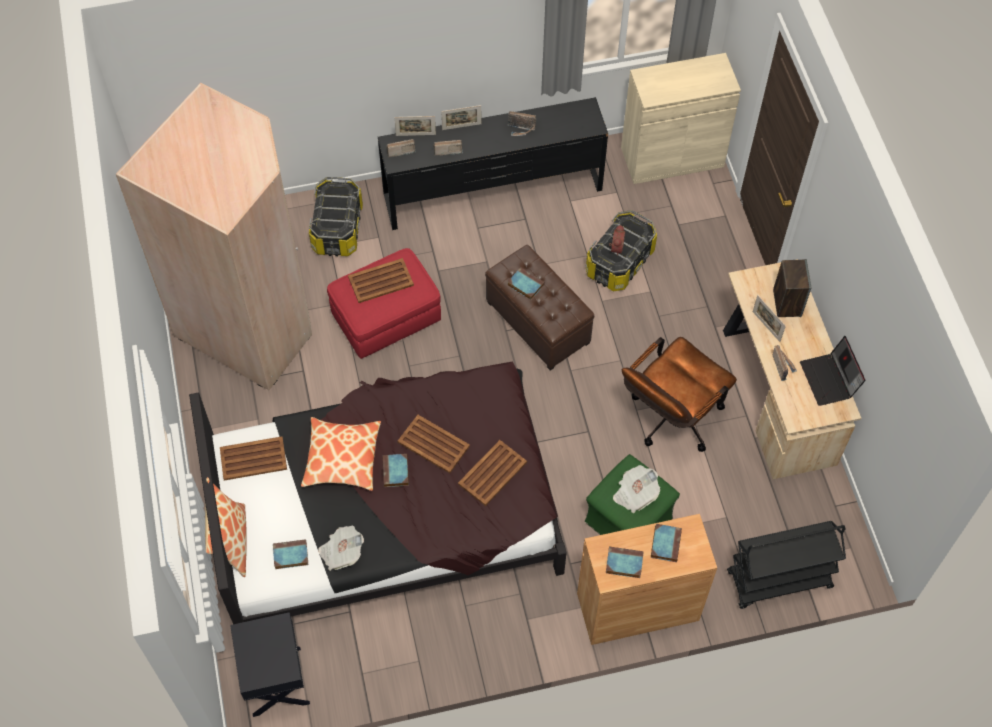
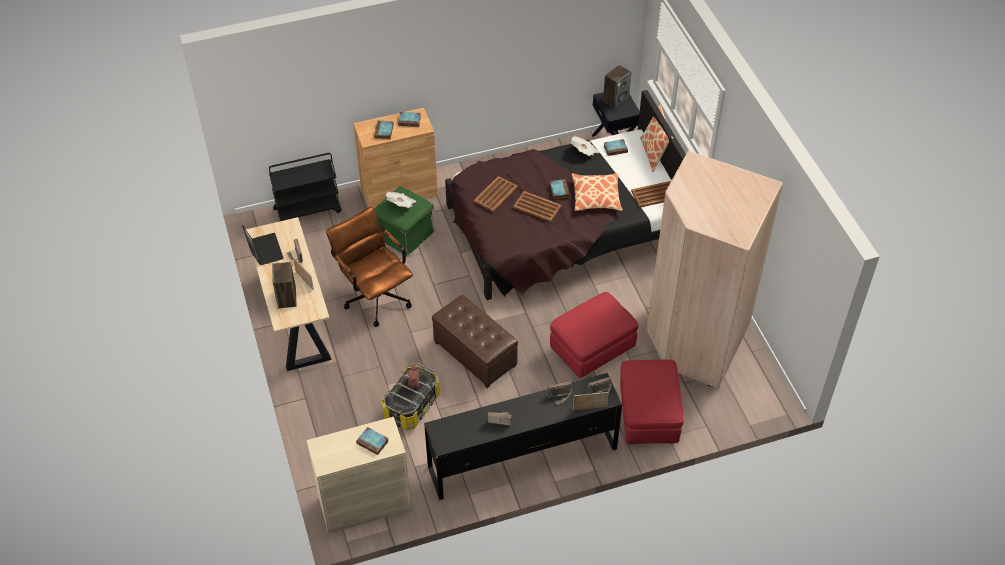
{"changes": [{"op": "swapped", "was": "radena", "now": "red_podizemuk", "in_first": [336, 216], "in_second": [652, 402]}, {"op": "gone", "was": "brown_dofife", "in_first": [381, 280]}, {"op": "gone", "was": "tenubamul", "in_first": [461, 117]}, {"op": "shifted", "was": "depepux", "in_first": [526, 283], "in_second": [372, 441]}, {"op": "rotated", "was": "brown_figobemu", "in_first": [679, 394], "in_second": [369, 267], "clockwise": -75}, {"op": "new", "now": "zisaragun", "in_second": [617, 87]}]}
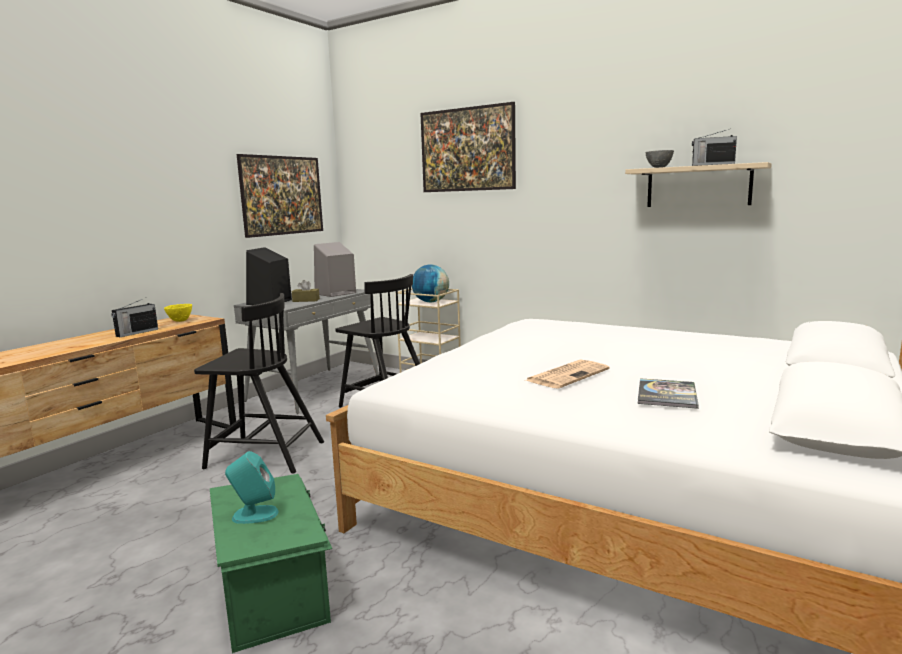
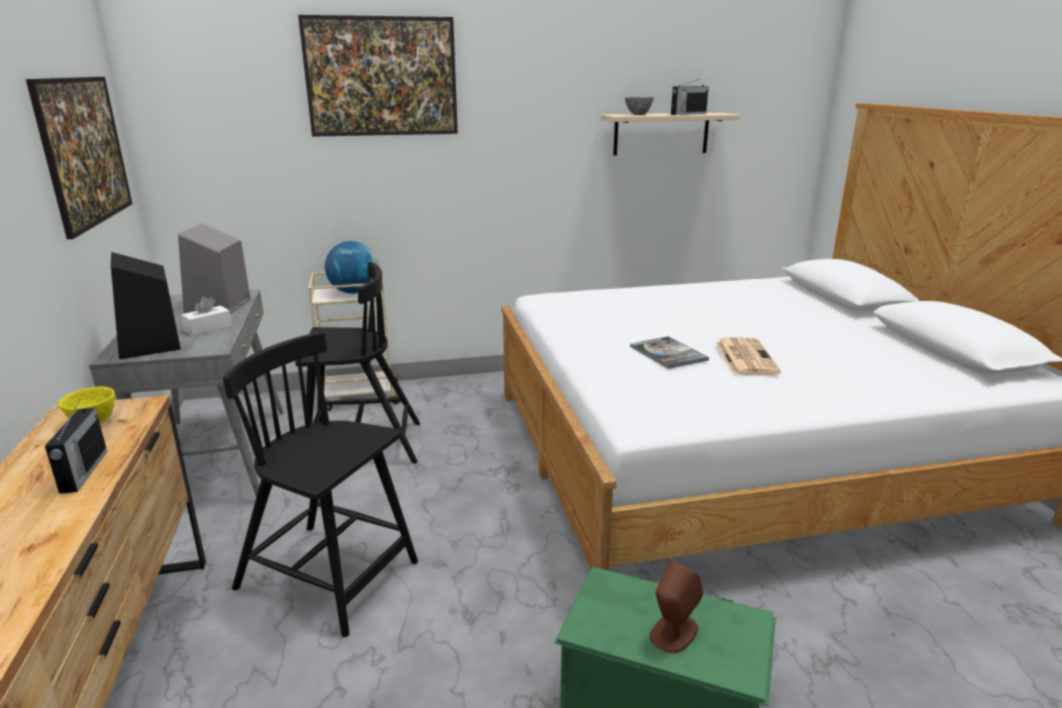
{"changes": [{"op": "rotated", "was": "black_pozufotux", "in_first": [259, 383], "in_second": [320, 484], "clockwise": -120}, {"op": "repainted", "was": "turquoise_zisaragun", "now": "brown_zisaragun", "in_first": [252, 487], "in_second": [676, 607]}, {"op": "repainted", "was": "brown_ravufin", "now": "white_ravufin", "in_first": [306, 291], "in_second": [206, 316]}, {"op": "shifted", "was": "depepux", "in_first": [668, 393], "in_second": [669, 352]}]}
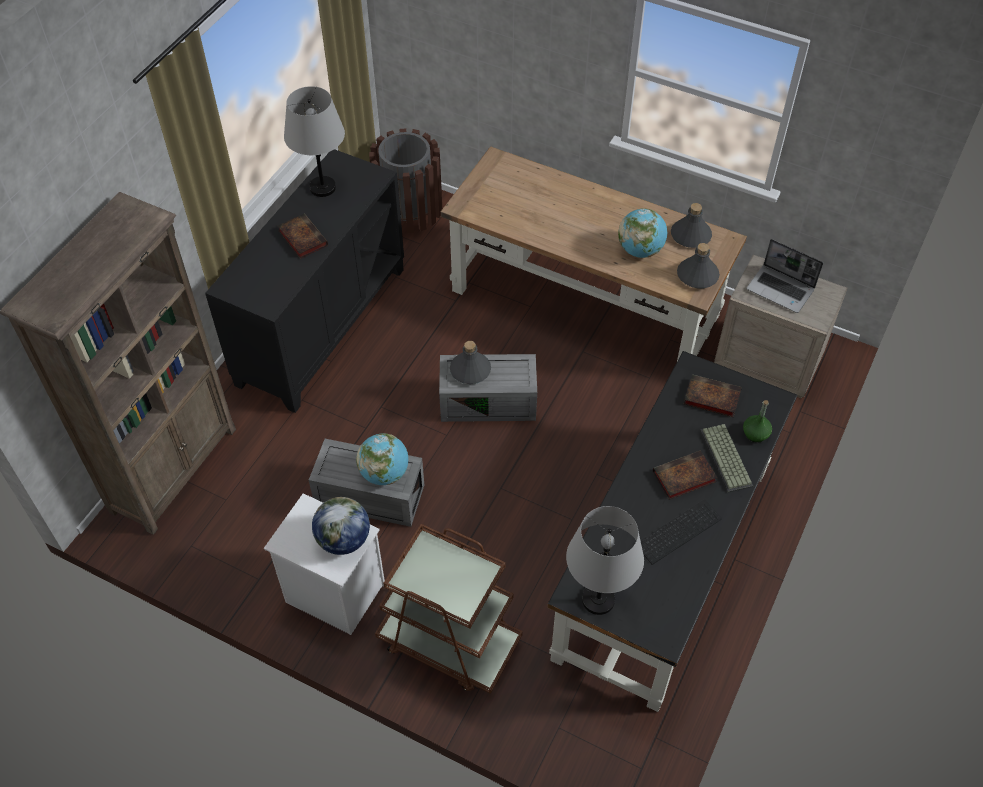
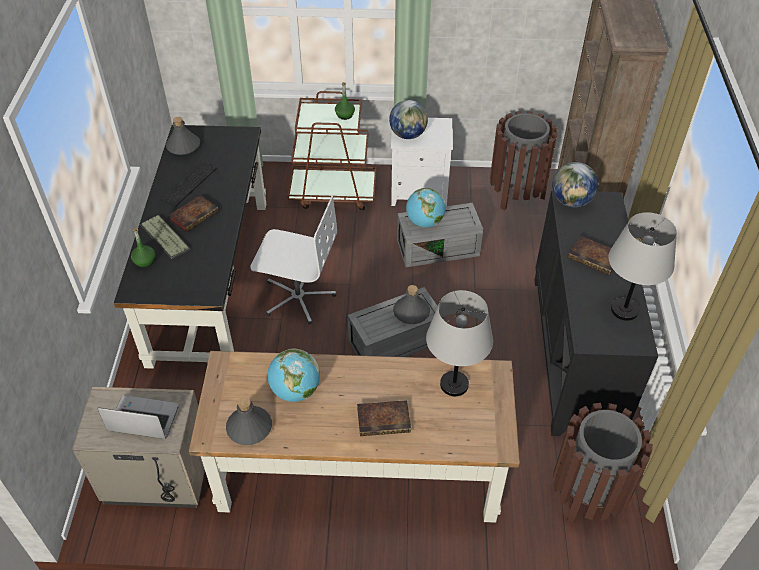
{"changes": [{"op": "shifted", "was": "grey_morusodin", "in_first": [605, 560], "in_second": [459, 343]}, {"op": "shifted", "was": "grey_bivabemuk", "in_first": [698, 265], "in_second": [183, 136]}, {"op": "shifted", "was": "depepux", "in_first": [713, 395], "in_second": [384, 418]}, {"op": "new", "now": "white_figobemu", "in_second": [293, 260]}, {"op": "new", "now": "green_bivabemuk", "in_second": [345, 101]}, {"op": "new", "now": "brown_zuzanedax", "in_second": [524, 160]}, {"op": "new", "now": "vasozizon", "in_second": [575, 184]}]}
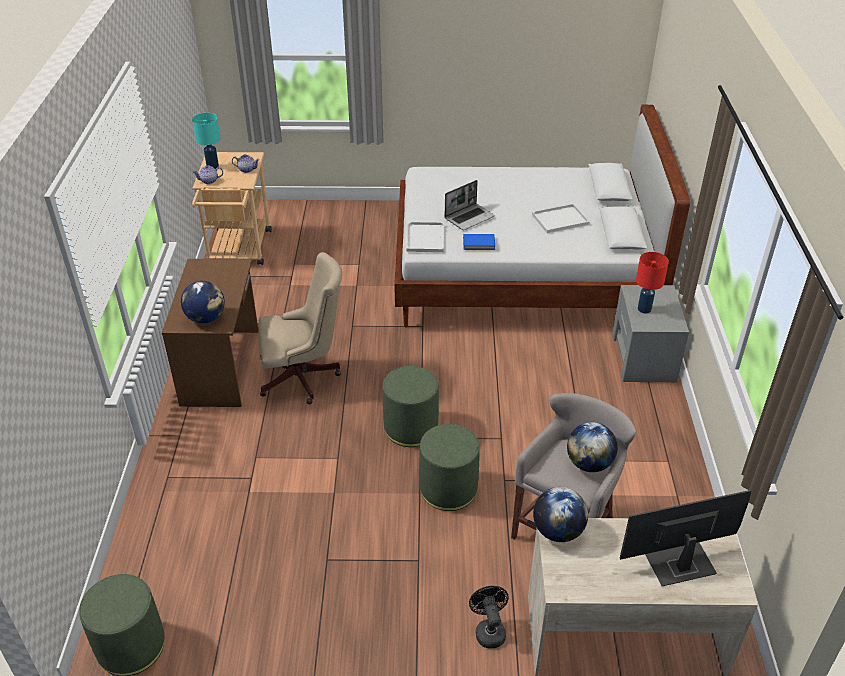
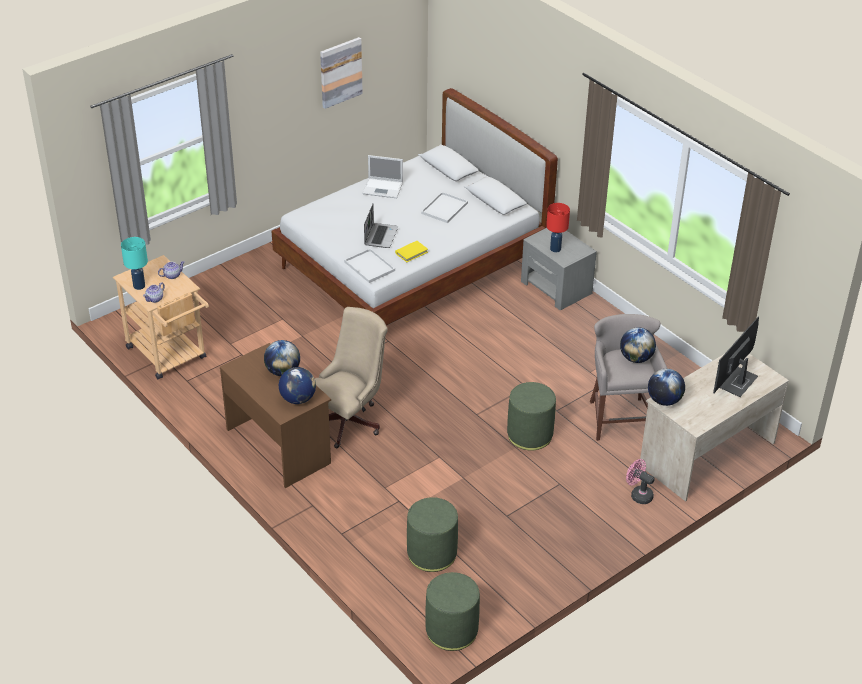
{"changes": [{"op": "shifted", "was": "green_podizemuk", "in_first": [411, 406], "in_second": [432, 534]}, {"op": "repainted", "was": "blue_depepux", "now": "yellow_depepux", "in_first": [479, 242], "in_second": [411, 251]}, {"op": "repainted", "was": "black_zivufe", "now": "pink_zivufe", "in_first": [489, 617], "in_second": [640, 481]}, {"op": "new", "now": "vasozizon", "in_second": [282, 358]}, {"op": "new", "now": "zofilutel", "in_second": [341, 73]}, {"op": "new", "now": "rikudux", "in_second": [382, 176]}]}
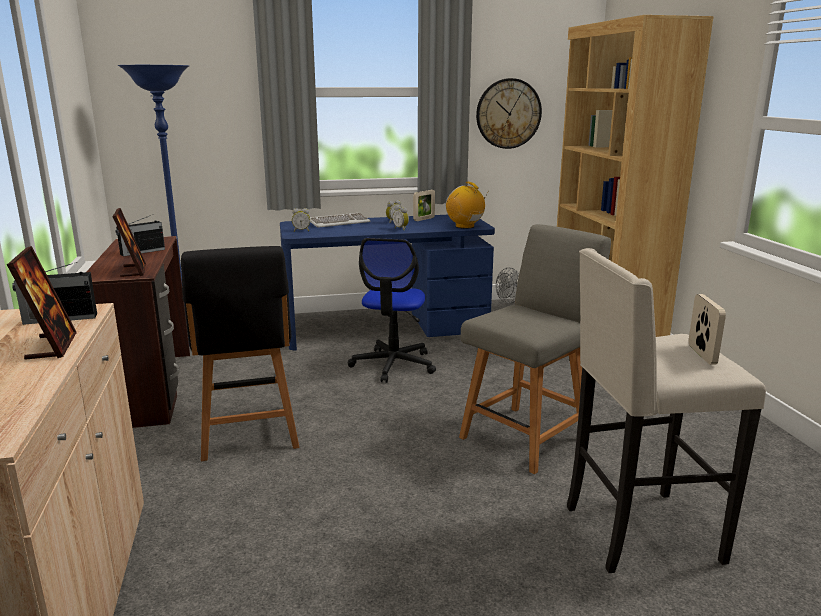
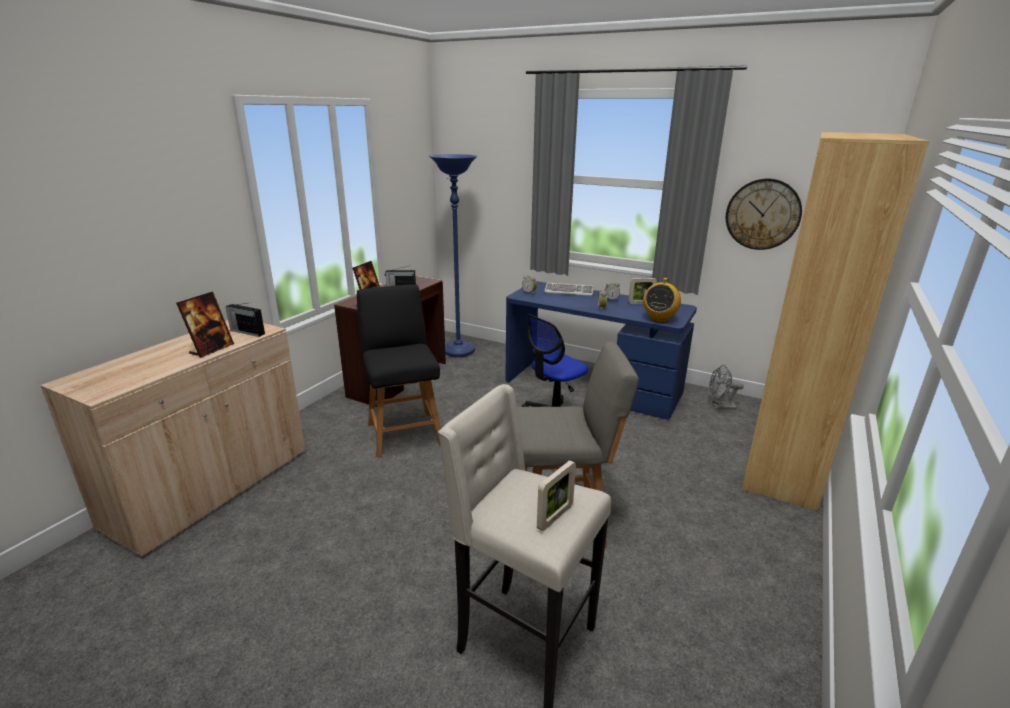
{"changes": [{"op": "rotated", "was": "black_pozufotux", "in_first": [240, 353], "in_second": [399, 371], "clockwise": 135}, {"op": "rotated", "was": "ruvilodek", "in_first": [467, 205], "in_second": [662, 300], "clockwise": -150}]}
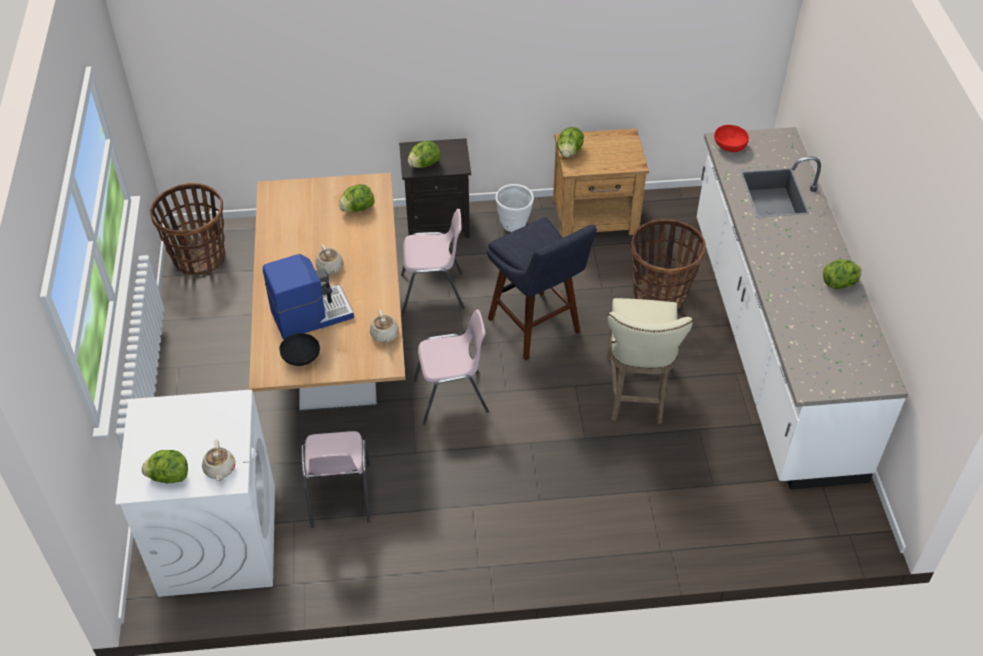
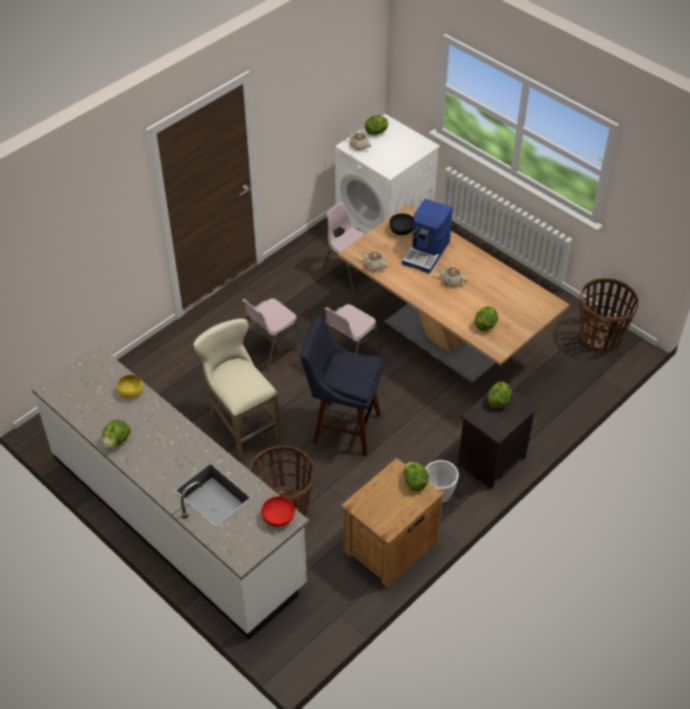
{"changes": [{"op": "shifted", "was": "pink_pozufotux", "in_first": [433, 261], "in_second": [273, 334]}, {"op": "new", "now": "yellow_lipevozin", "in_second": [130, 386]}]}
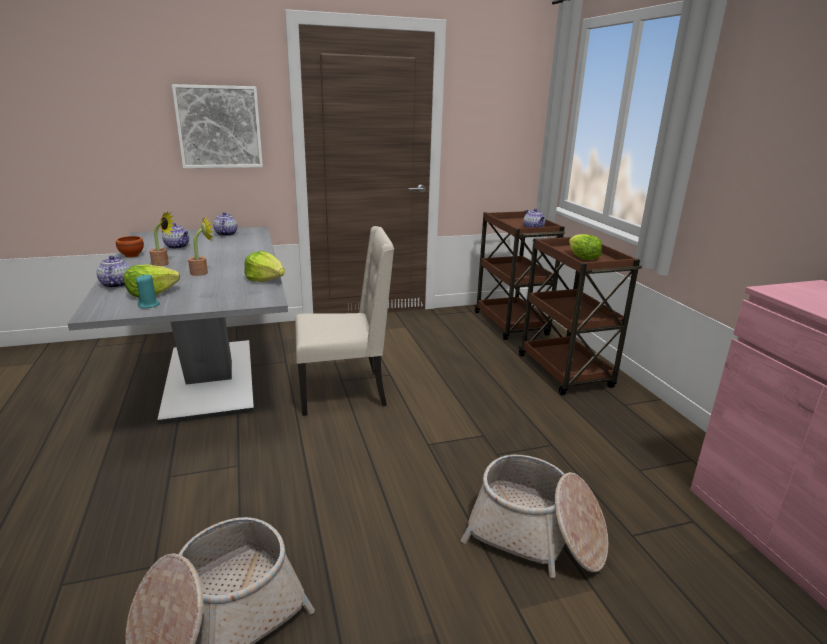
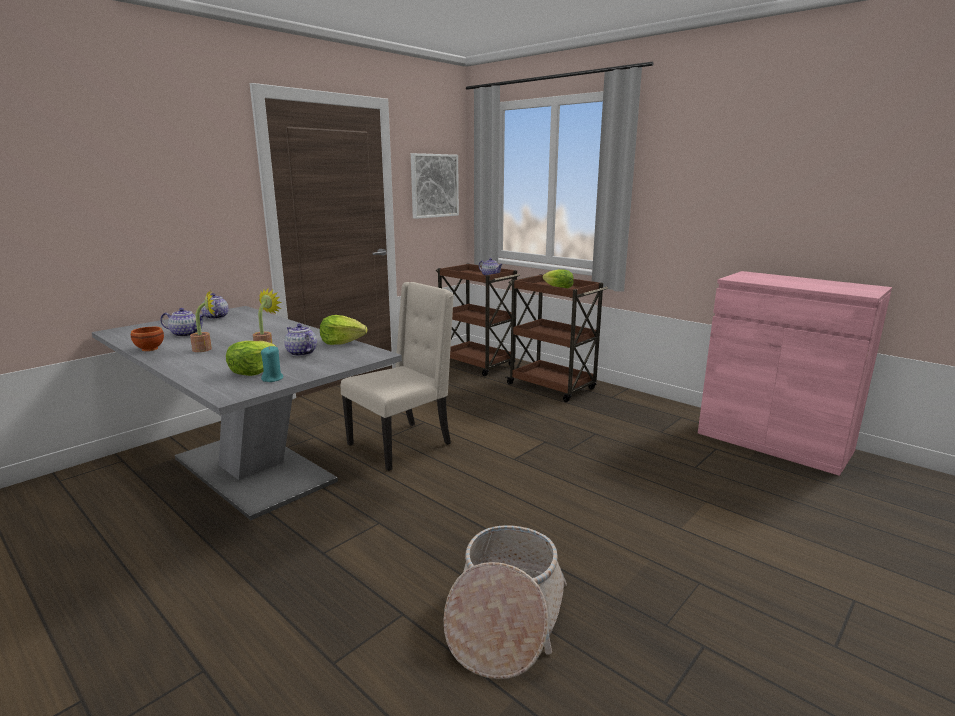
{"changes": [{"op": "shifted", "was": "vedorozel", "in_first": [113, 272], "in_second": [300, 340]}, {"op": "shifted", "was": "zofilutel", "in_first": [217, 126], "in_second": [435, 186]}, {"op": "gone", "was": "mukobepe", "in_first": [534, 516]}]}
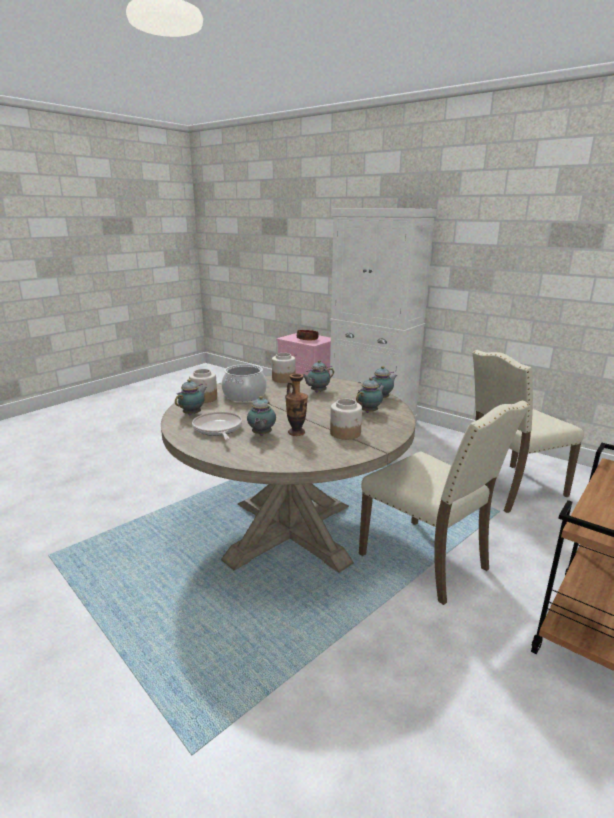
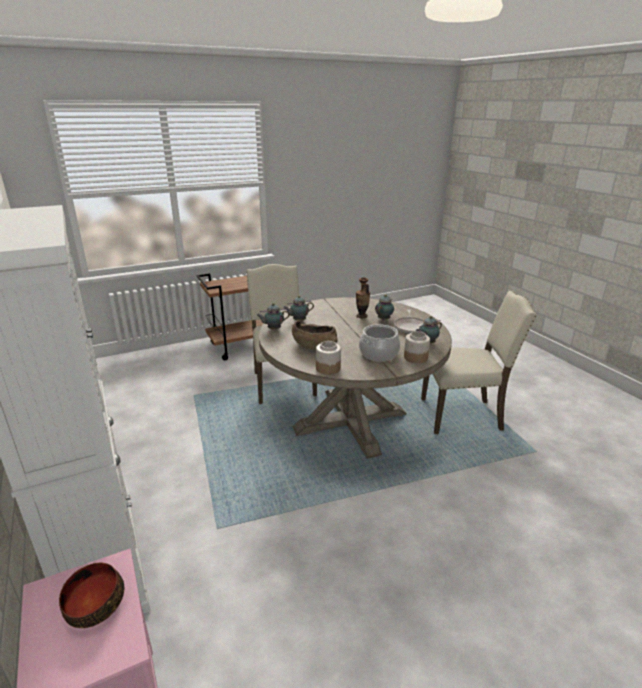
{"changes": [{"op": "swapped", "was": "vedorozel", "now": "brown_lipevozin", "in_first": [318, 376], "in_second": [315, 335]}, {"op": "gone", "was": "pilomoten", "in_first": [346, 419]}, {"op": "shifted", "was": "beige_pozufotux", "in_first": [528, 431], "in_second": [479, 362]}]}
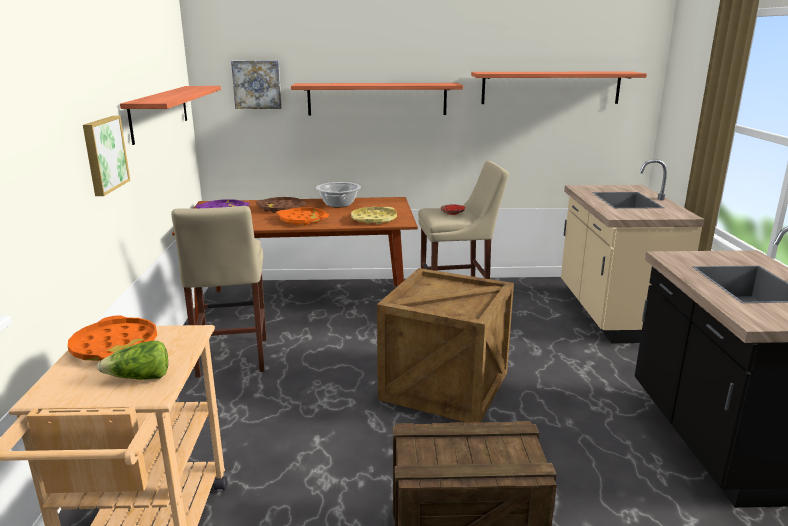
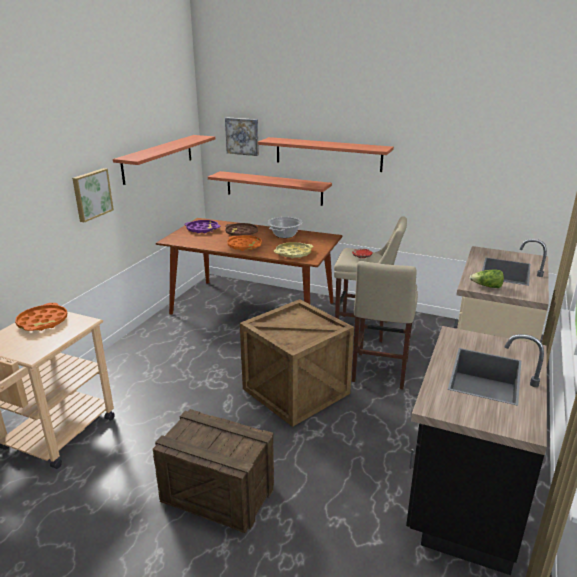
{"changes": [{"op": "shifted", "was": "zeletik", "in_first": [132, 360], "in_second": [486, 279]}, {"op": "shifted", "was": "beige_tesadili", "in_first": [219, 292], "in_second": [385, 325]}, {"op": "shifted", "was": "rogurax", "in_first": [559, 88], "in_second": [270, 188]}]}
